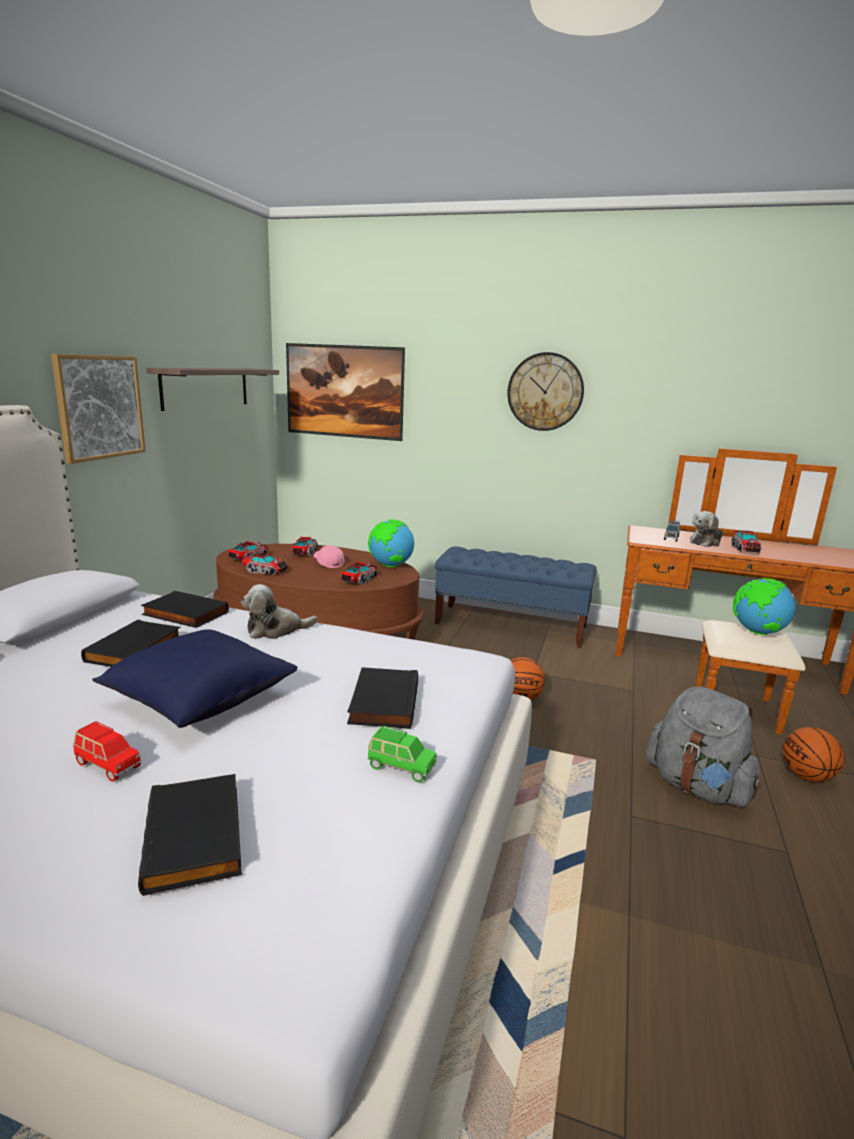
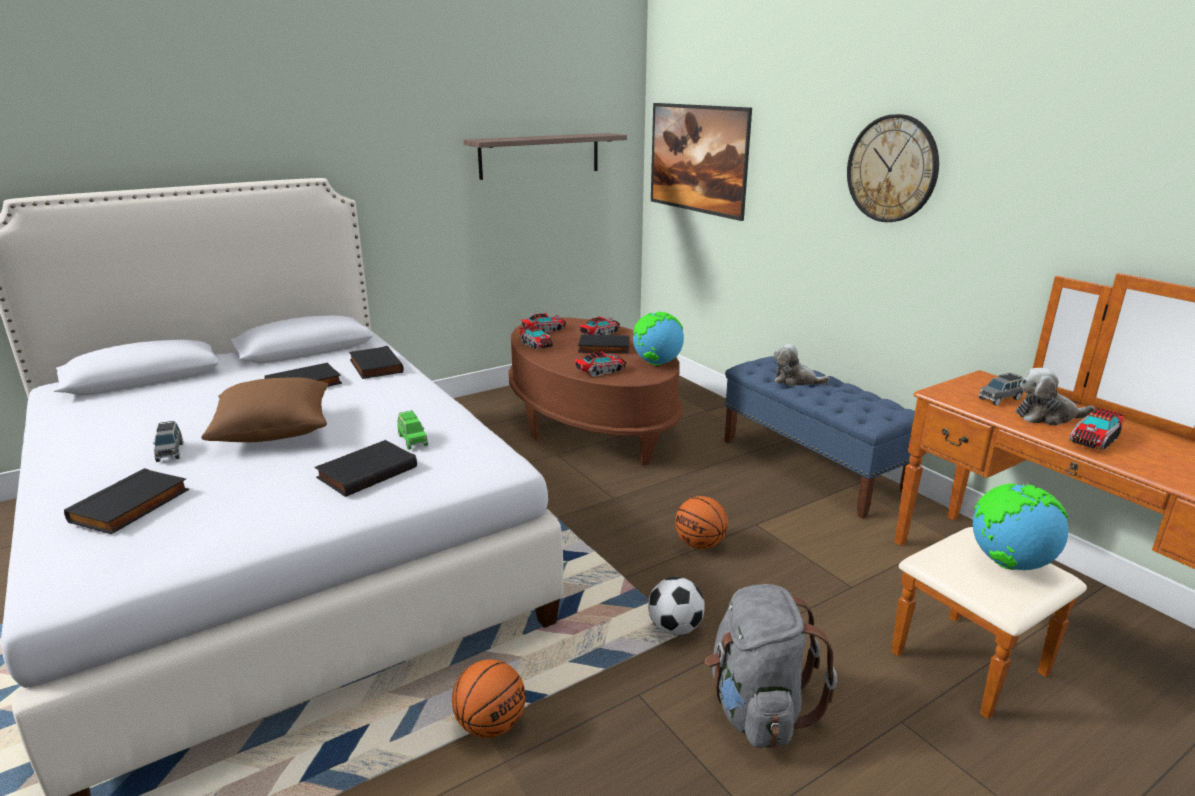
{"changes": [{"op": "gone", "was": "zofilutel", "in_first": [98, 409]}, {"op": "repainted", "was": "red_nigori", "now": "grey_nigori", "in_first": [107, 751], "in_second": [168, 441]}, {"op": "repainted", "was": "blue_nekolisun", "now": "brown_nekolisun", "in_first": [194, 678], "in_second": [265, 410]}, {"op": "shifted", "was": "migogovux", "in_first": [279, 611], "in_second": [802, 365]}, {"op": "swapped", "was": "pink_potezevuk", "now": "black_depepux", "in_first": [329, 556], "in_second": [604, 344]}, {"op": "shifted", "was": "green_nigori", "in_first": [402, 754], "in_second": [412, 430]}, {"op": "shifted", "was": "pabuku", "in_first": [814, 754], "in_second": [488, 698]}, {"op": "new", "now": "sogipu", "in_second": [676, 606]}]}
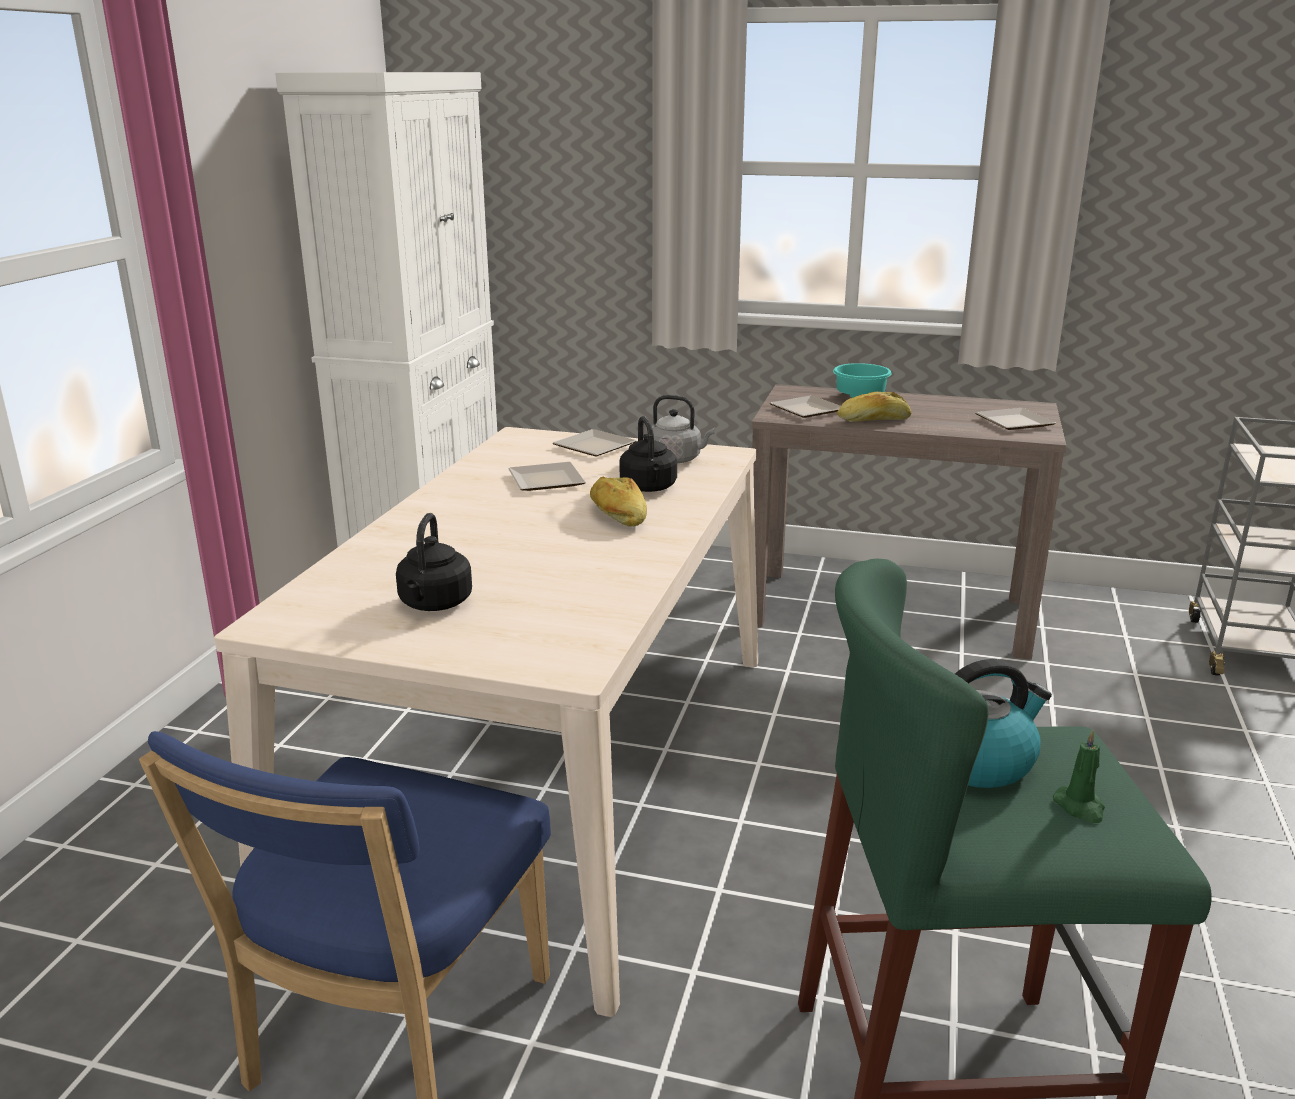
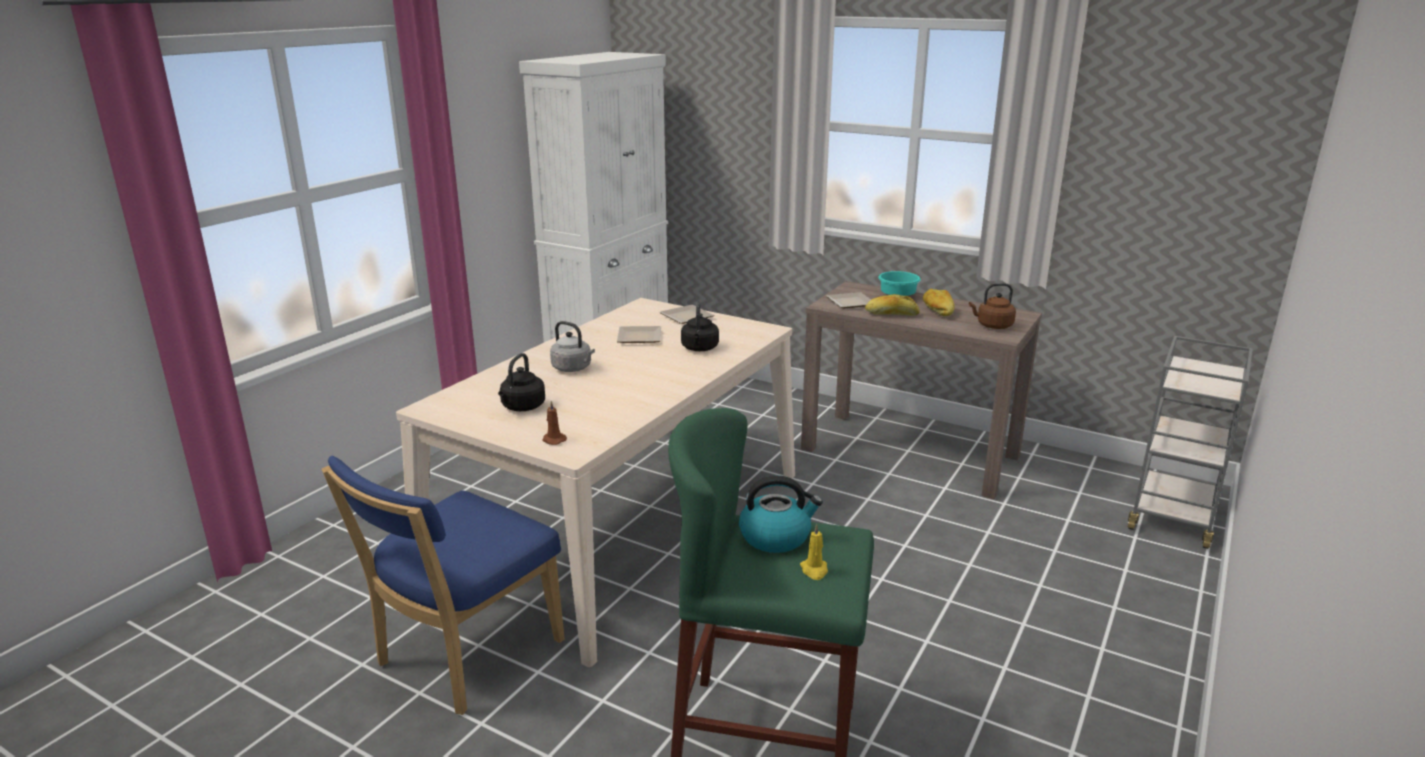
{"changes": [{"op": "shifted", "was": "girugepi", "in_first": [618, 502], "in_second": [939, 303]}, {"op": "shifted", "was": "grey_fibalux", "in_first": [681, 429], "in_second": [572, 346]}, {"op": "swapped", "was": "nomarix", "now": "brown_fibalux", "in_first": [1015, 419], "in_second": [992, 306]}, {"op": "repainted", "was": "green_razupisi", "now": "yellow_razupisi", "in_first": [1079, 776], "in_second": [814, 552]}, {"op": "new", "now": "brown_razupisi", "in_second": [554, 423]}]}
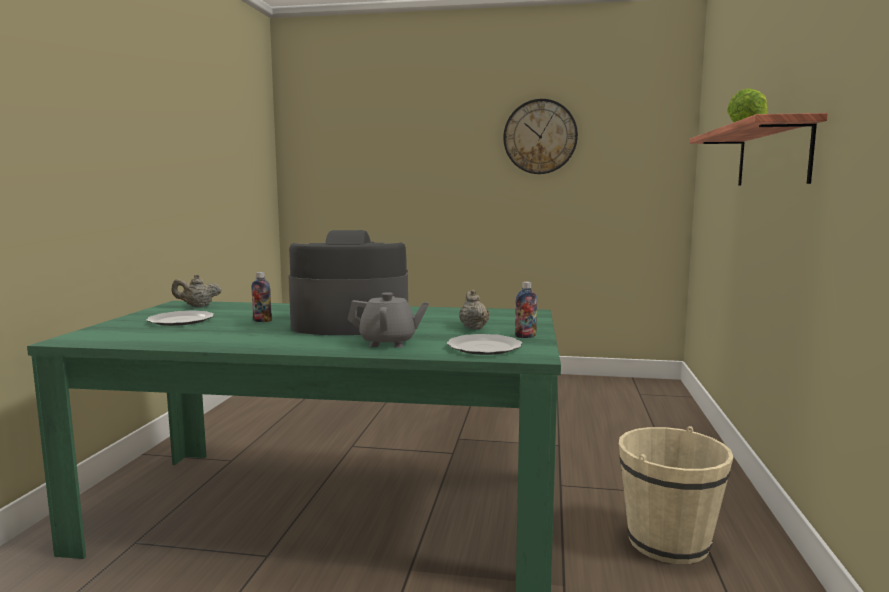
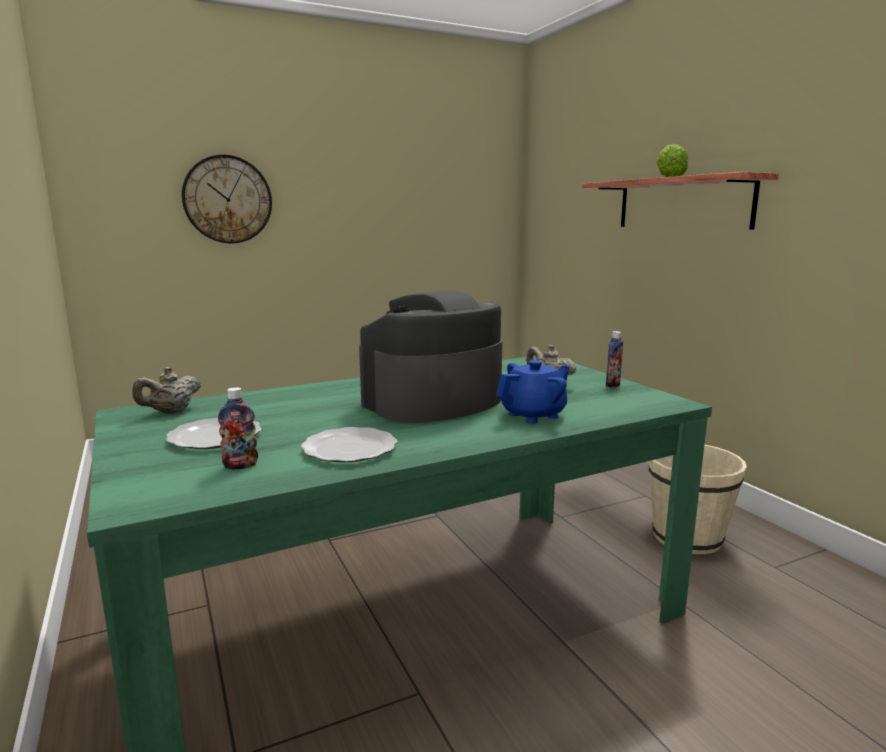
{"changes": [{"op": "shifted", "was": "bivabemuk", "in_first": [261, 297], "in_second": [238, 428]}, {"op": "repainted", "was": "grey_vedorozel", "now": "blue_vedorozel", "in_first": [388, 320], "in_second": [533, 392]}, {"op": "shifted", "was": "nomarix", "in_first": [484, 344], "in_second": [349, 444]}, {"op": "shifted", "was": "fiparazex", "in_first": [540, 136], "in_second": [227, 199]}]}
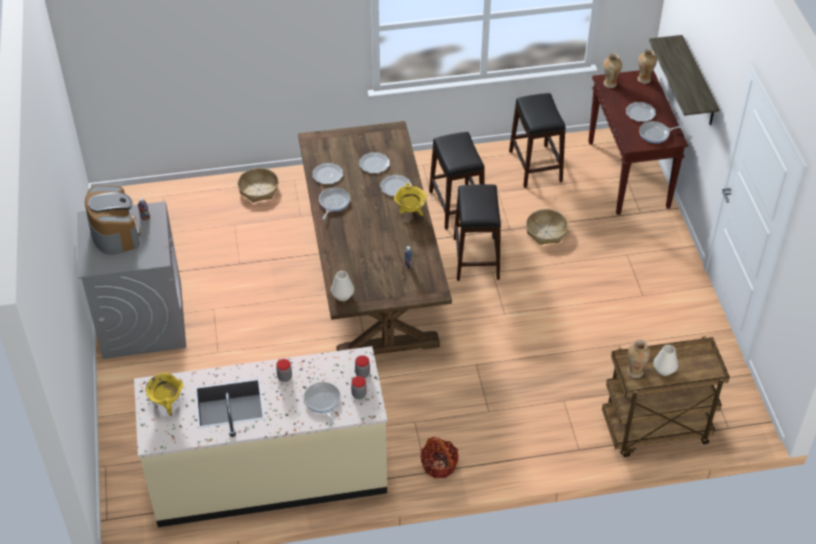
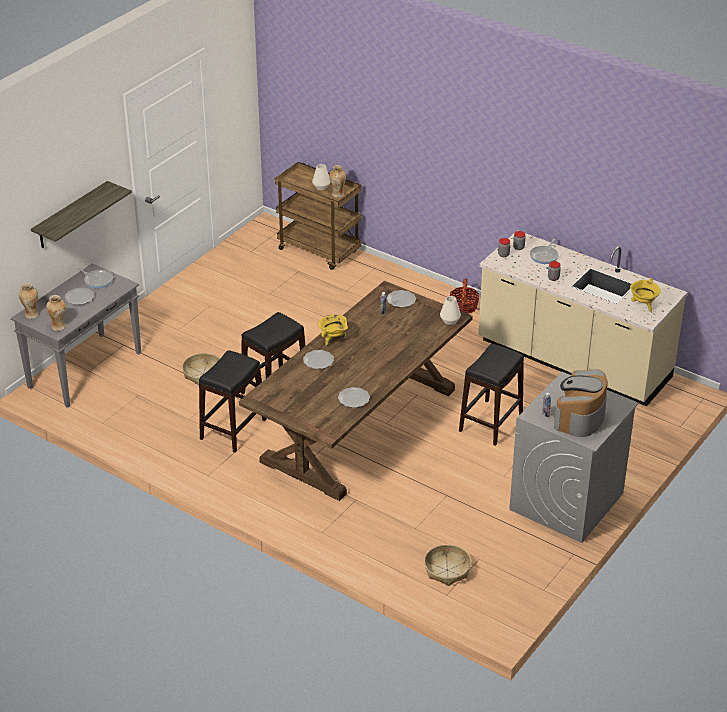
{"changes": [{"op": "shifted", "was": "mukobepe", "in_first": [258, 185], "in_second": [447, 565]}, {"op": "gone", "was": "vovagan", "in_first": [334, 204]}, {"op": "shifted", "was": "nomarix", "in_first": [374, 162], "in_second": [401, 298]}, {"op": "shifted", "was": "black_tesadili", "in_first": [537, 140], "in_second": [491, 395]}, {"op": "repainted", "was": "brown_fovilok", "now": "grey_fovilok", "in_first": [638, 142], "in_second": [76, 335]}]}
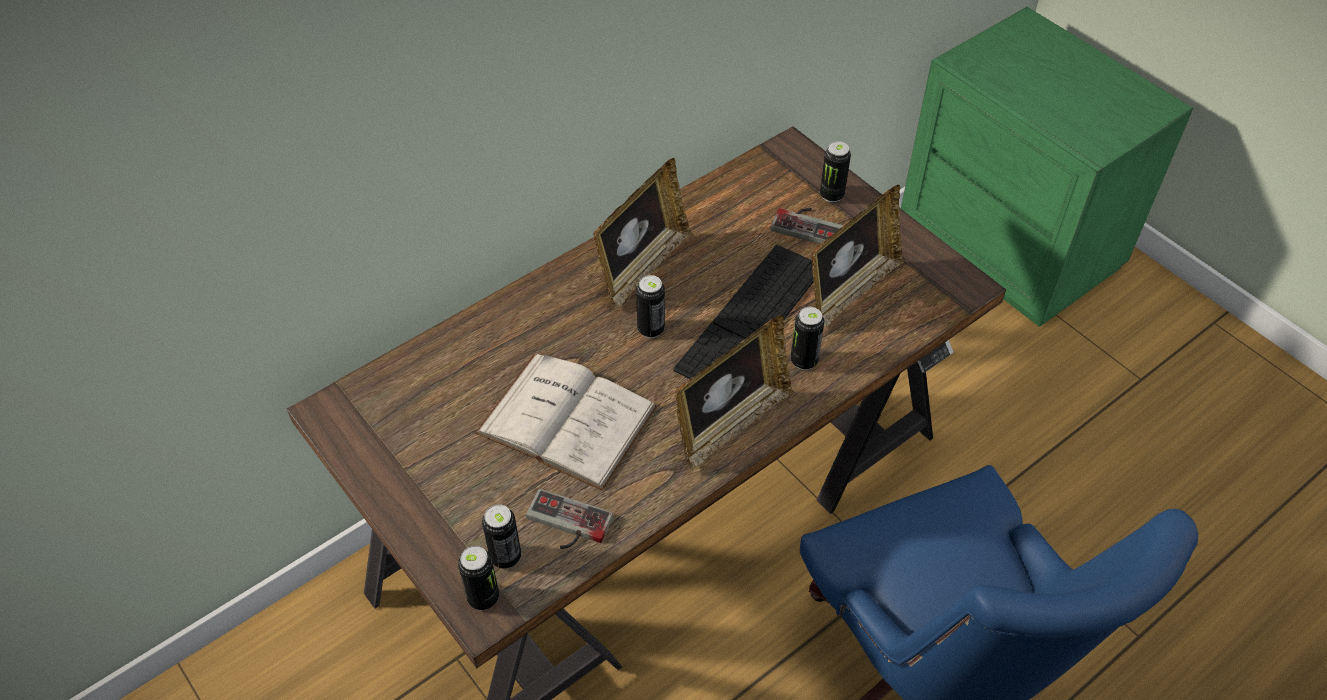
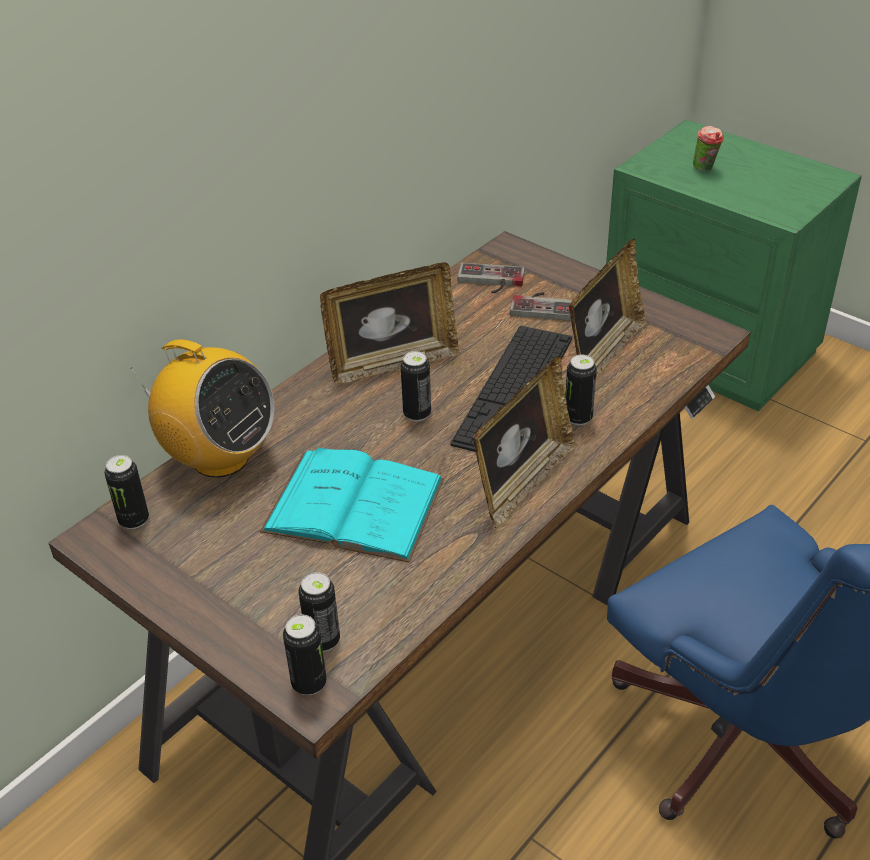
{"changes": [{"op": "repainted", "was": "white_depepux", "now": "turquoise_depepux", "in_first": [566, 422], "in_second": [352, 505]}, {"op": "shifted", "was": "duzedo", "in_first": [569, 519], "in_second": [491, 278]}, {"op": "rotated", "was": "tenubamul", "in_first": [642, 233], "in_second": [390, 323], "clockwise": 45}, {"op": "shifted", "was": "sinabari", "in_first": [835, 171], "in_second": [126, 492]}, {"op": "new", "now": "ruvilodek", "in_second": [202, 408]}, {"op": "new", "now": "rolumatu", "in_second": [708, 148]}]}
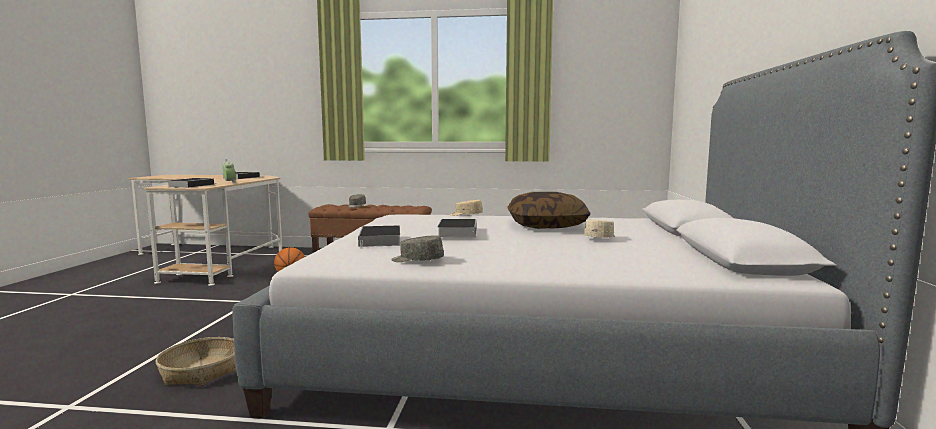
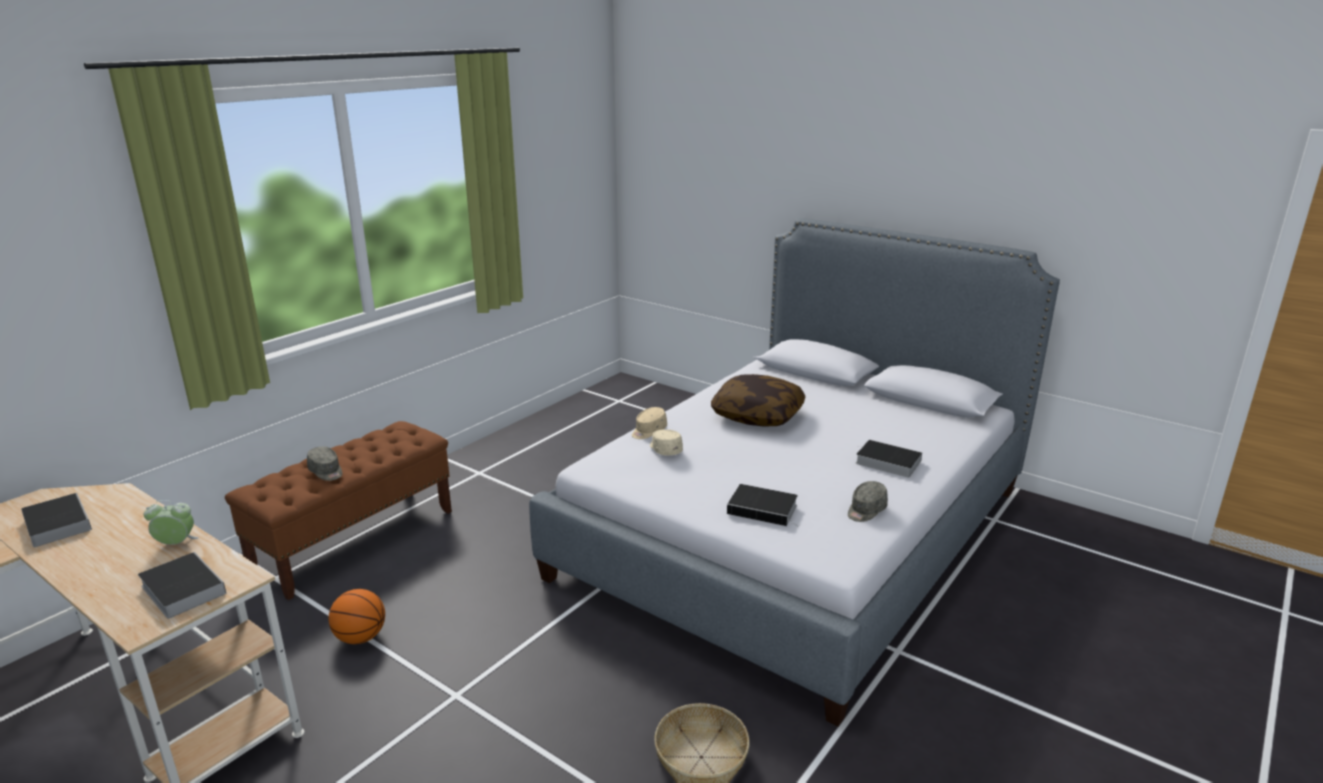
{"changes": [{"op": "shifted", "was": "depepux", "in_first": [457, 228], "in_second": [889, 459]}, {"op": "shifted", "was": "beige_potezevuk", "in_first": [599, 228], "in_second": [666, 442]}]}
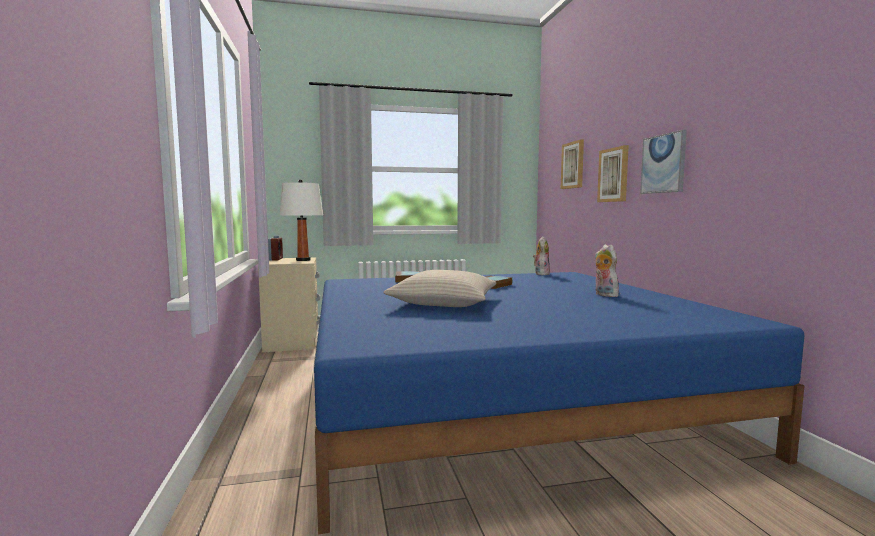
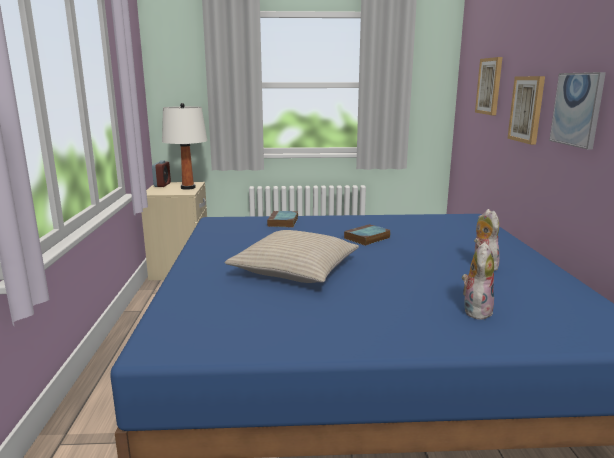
{"changes": [{"op": "shifted", "was": "migogovux", "in_first": [541, 255], "in_second": [478, 281]}]}
